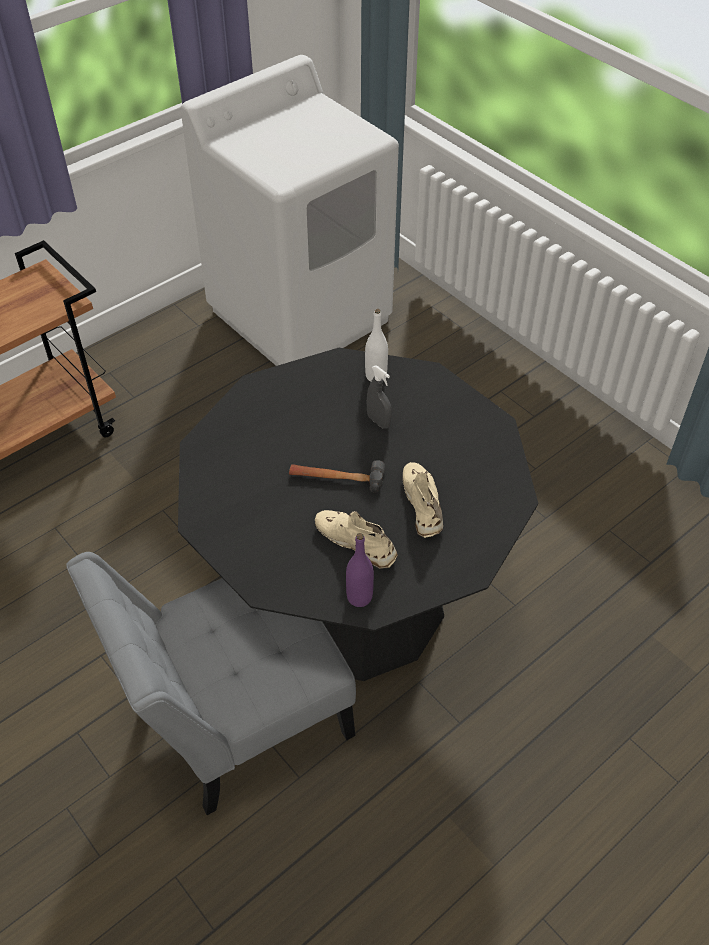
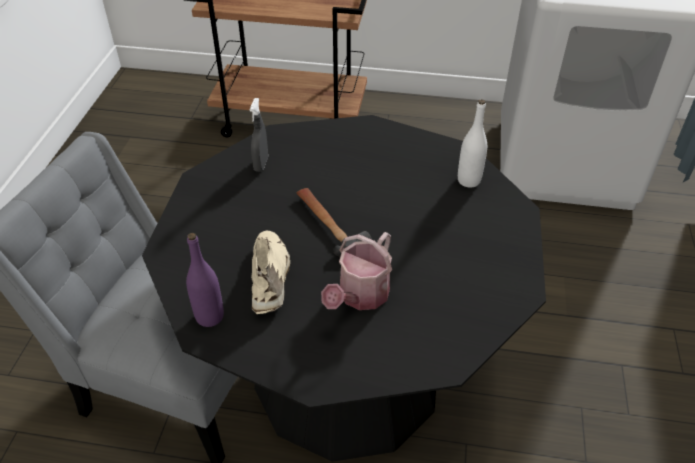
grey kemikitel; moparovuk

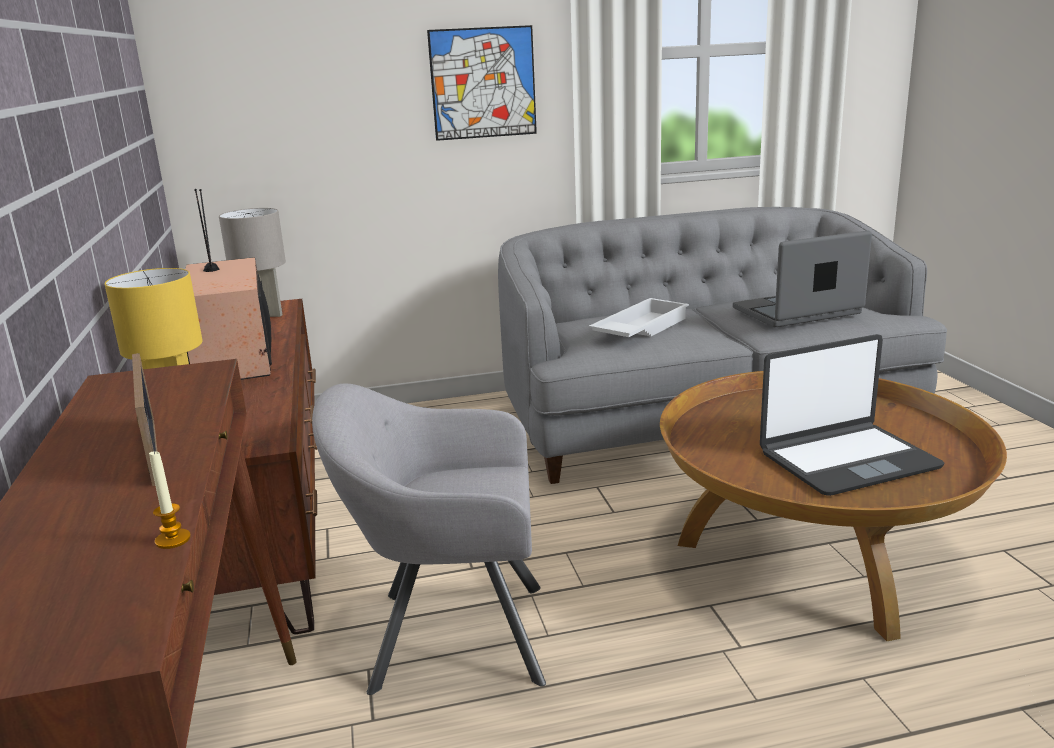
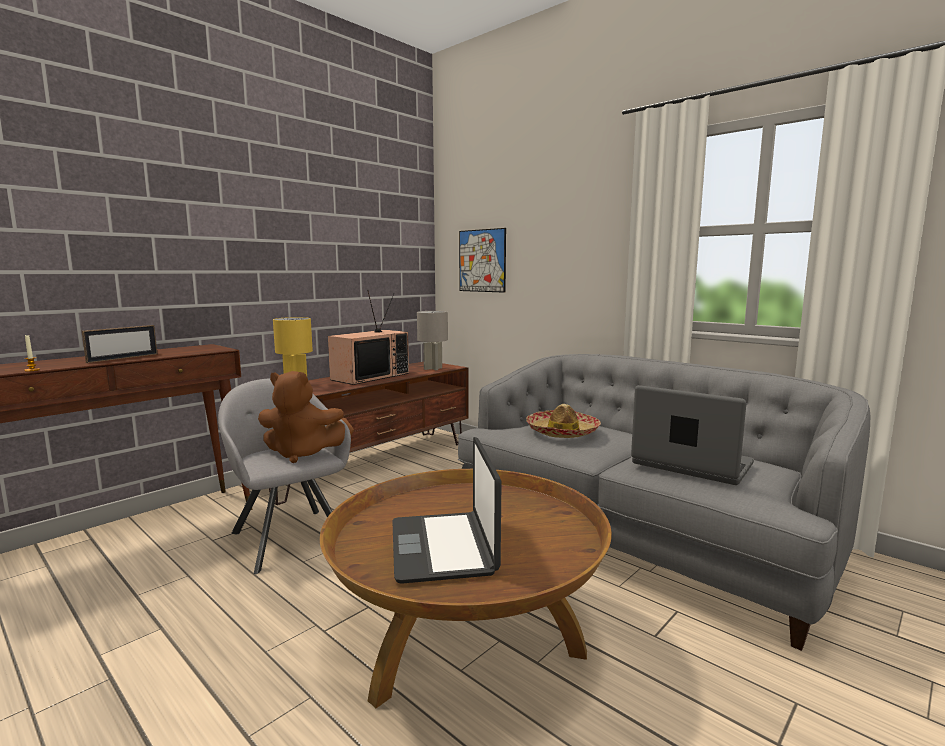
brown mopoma; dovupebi; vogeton; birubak (no. 1 from left)

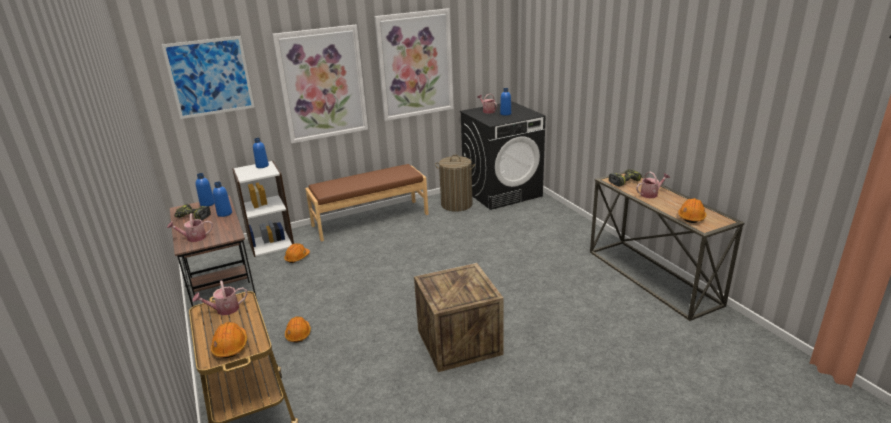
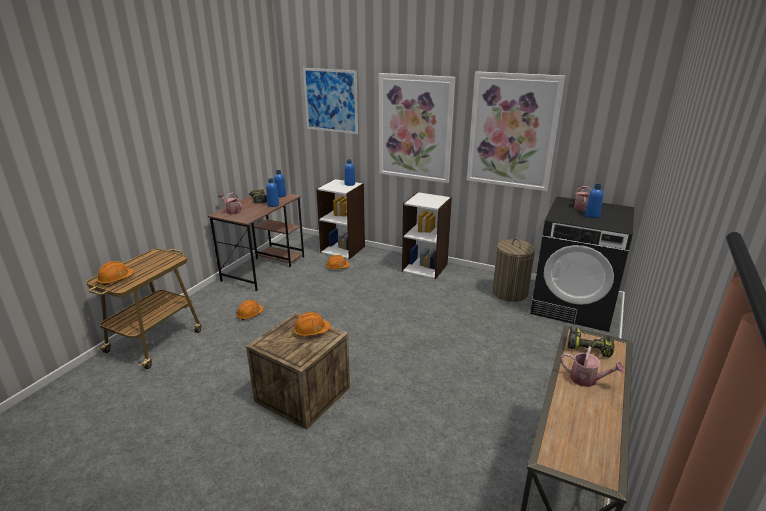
moparovuk (no. 2 from left in the first image); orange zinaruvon (no. 3 from left); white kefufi (no. 2 from left)

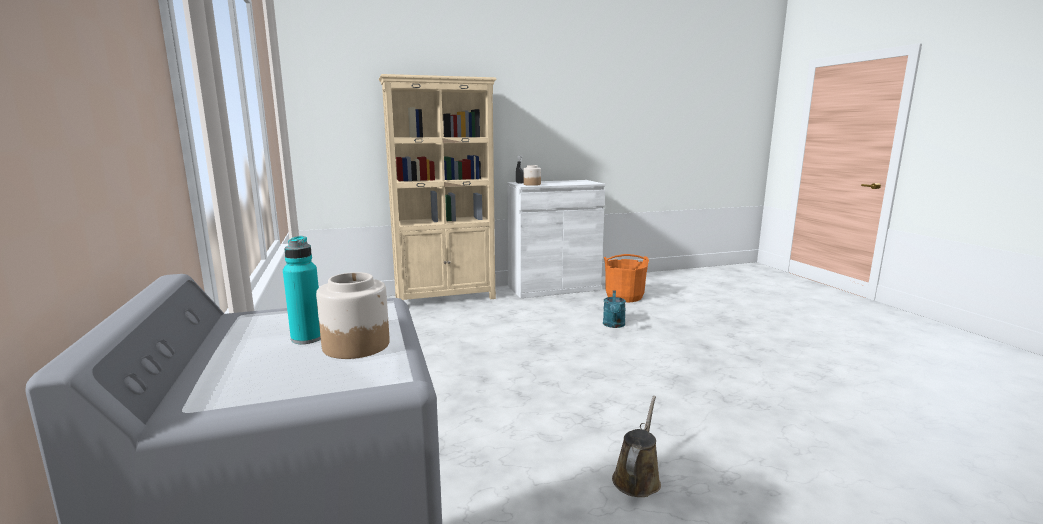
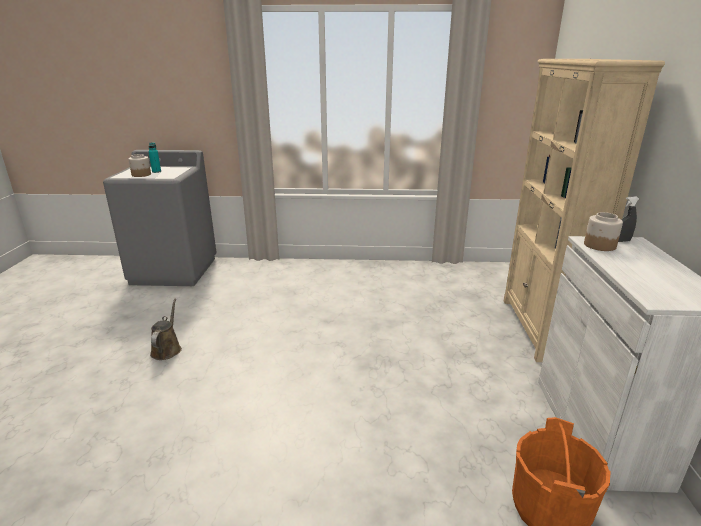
turquoise moparovuk; brown moparovuk

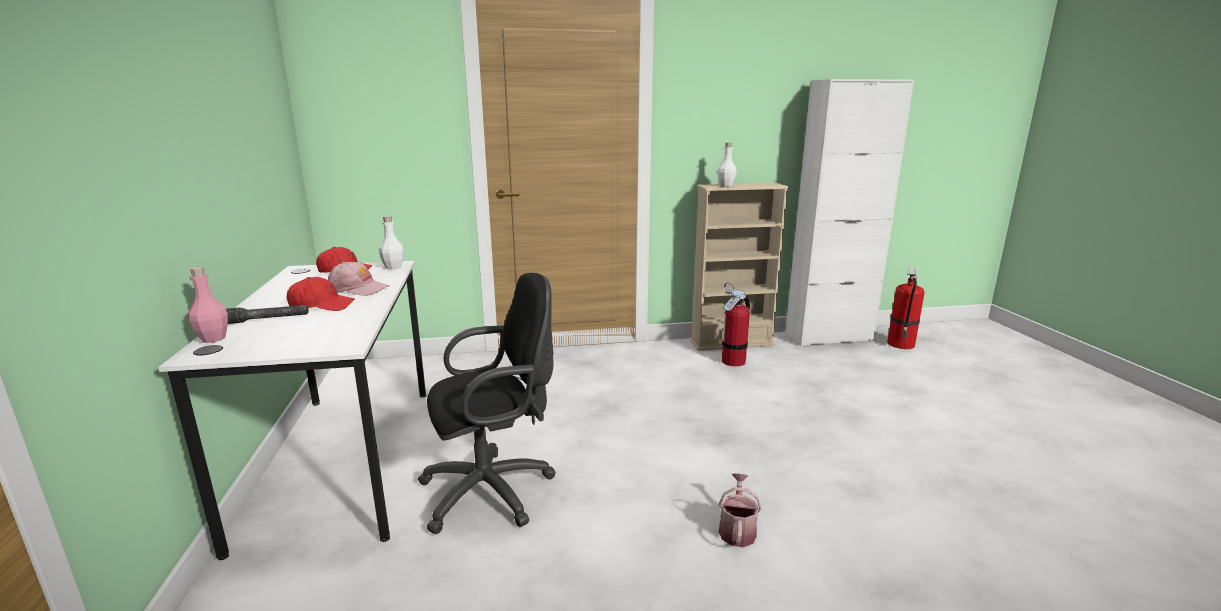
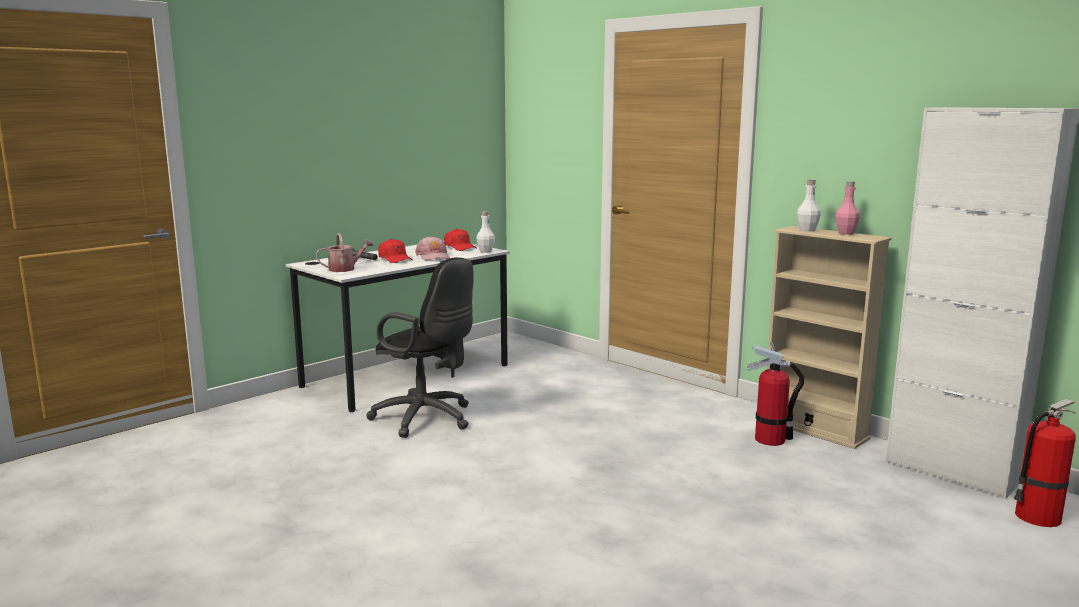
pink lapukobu; moparovuk

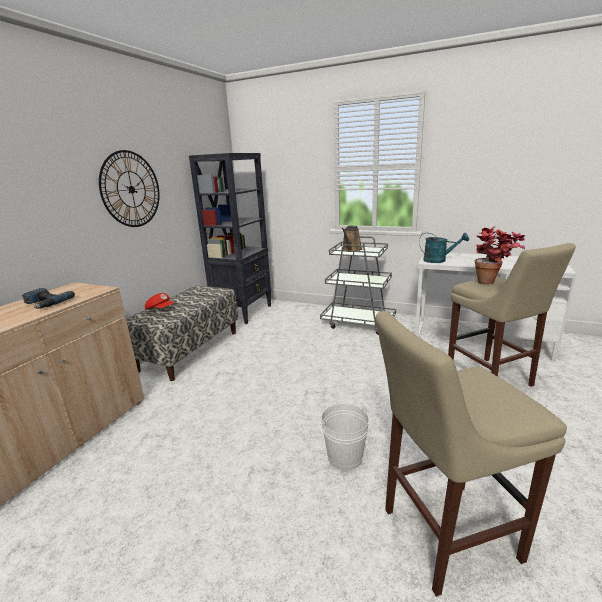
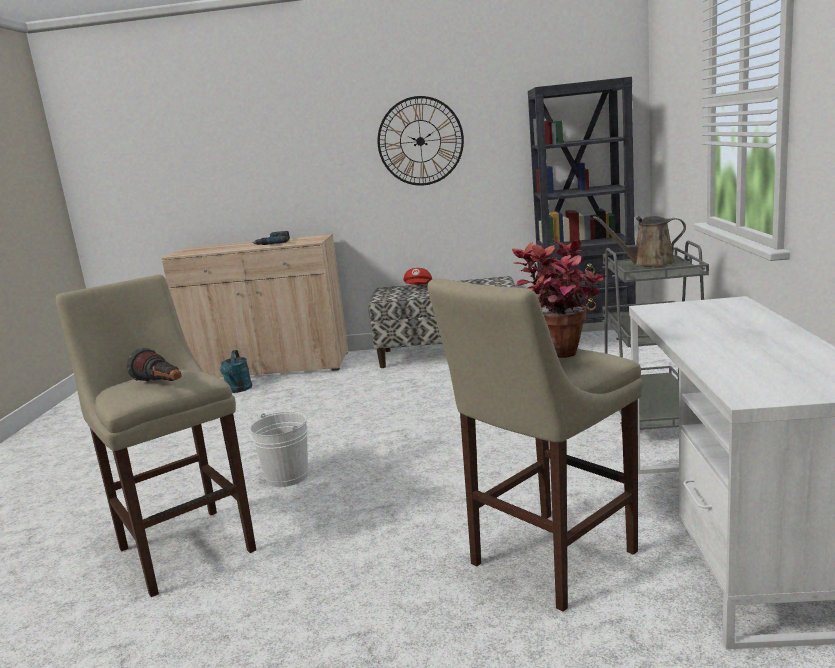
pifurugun; turquoise moparovuk

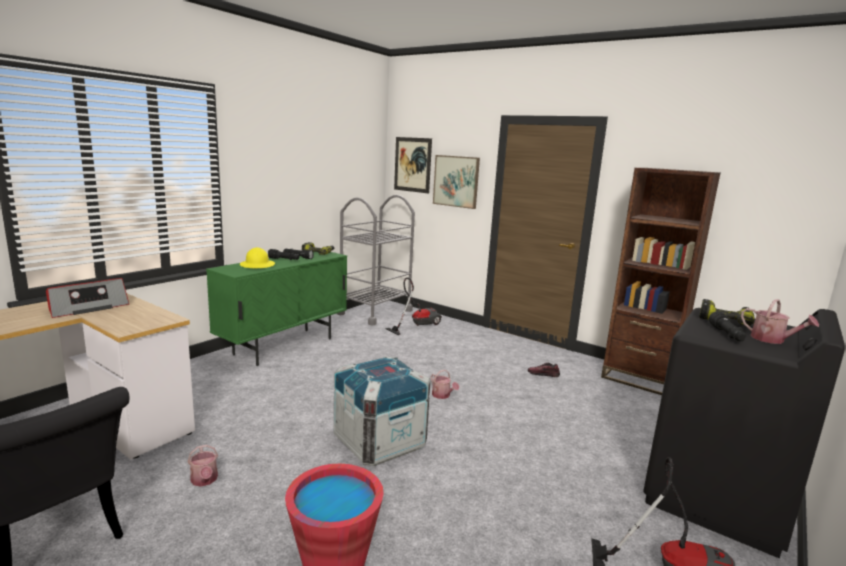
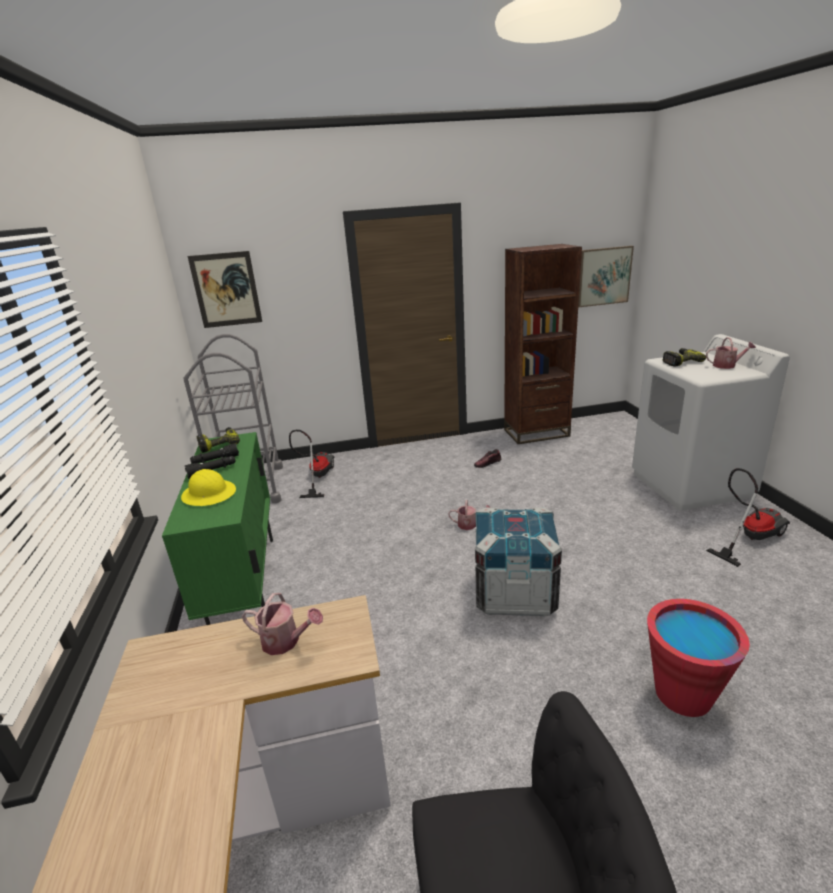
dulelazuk; black pifurugun (no. 3 from left in the first image); moparovuk (no. 1 from left); dovupebi (no. 2 from left); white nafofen

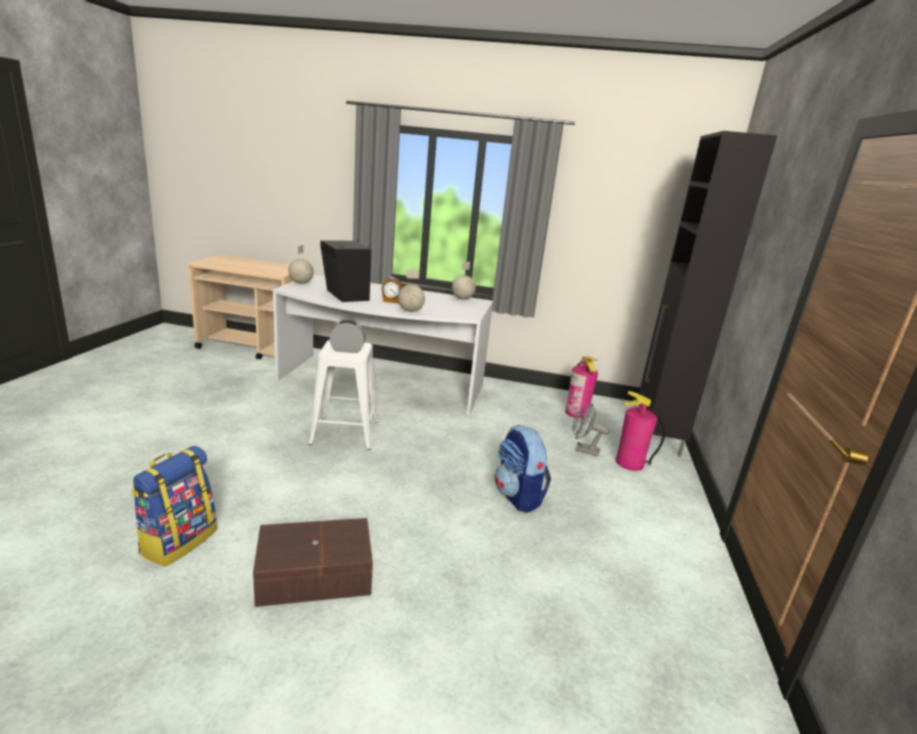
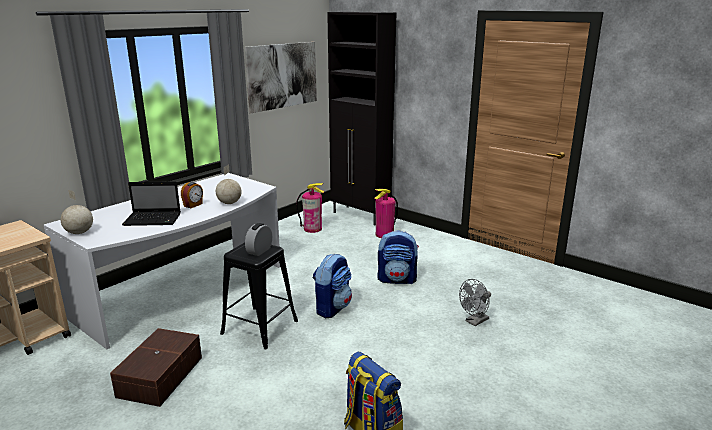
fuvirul (no. 3 from left in the first image); dovupebi; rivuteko (no. 1 from left); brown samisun; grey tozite; birubak; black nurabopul

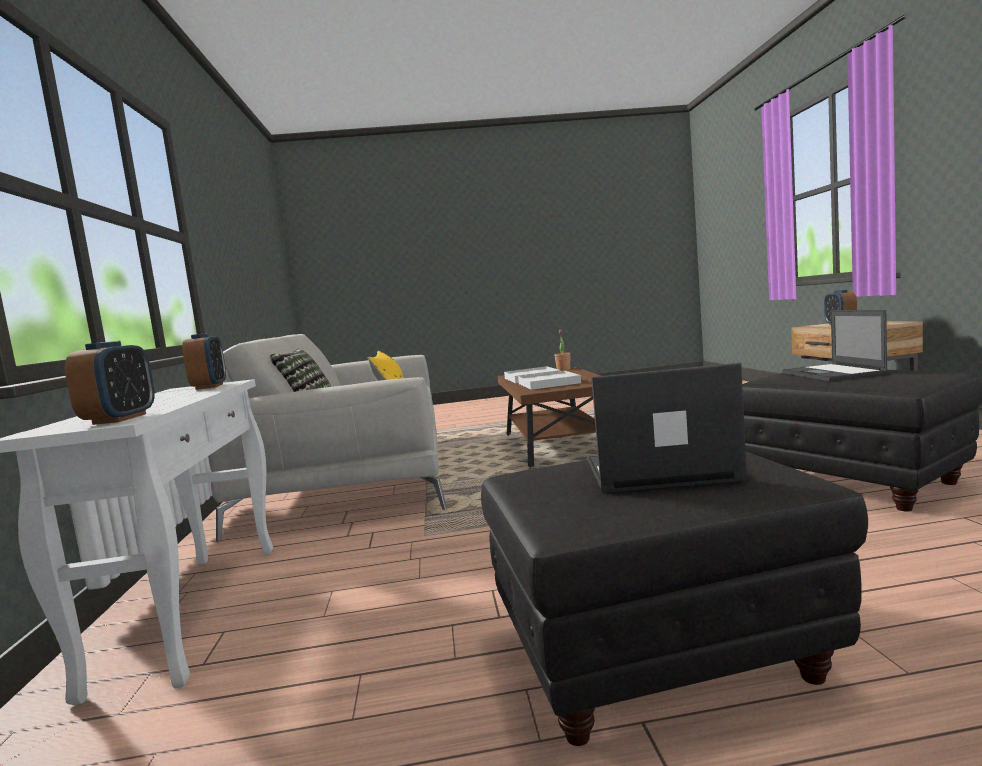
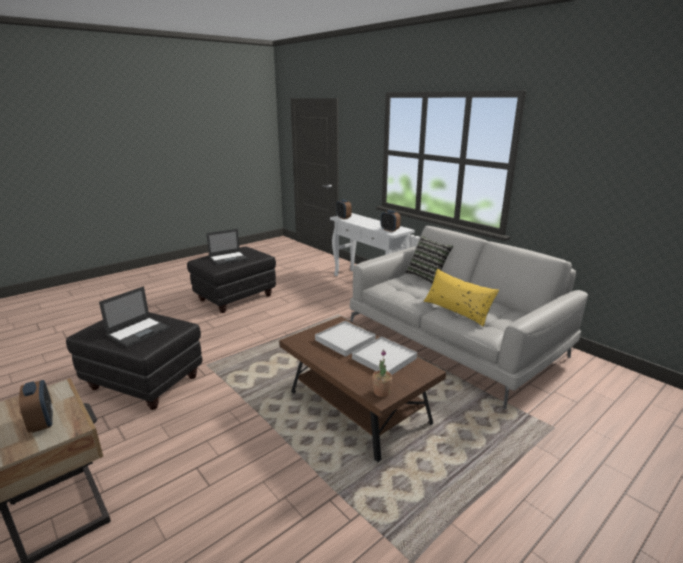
birubak (no. 1 from left)

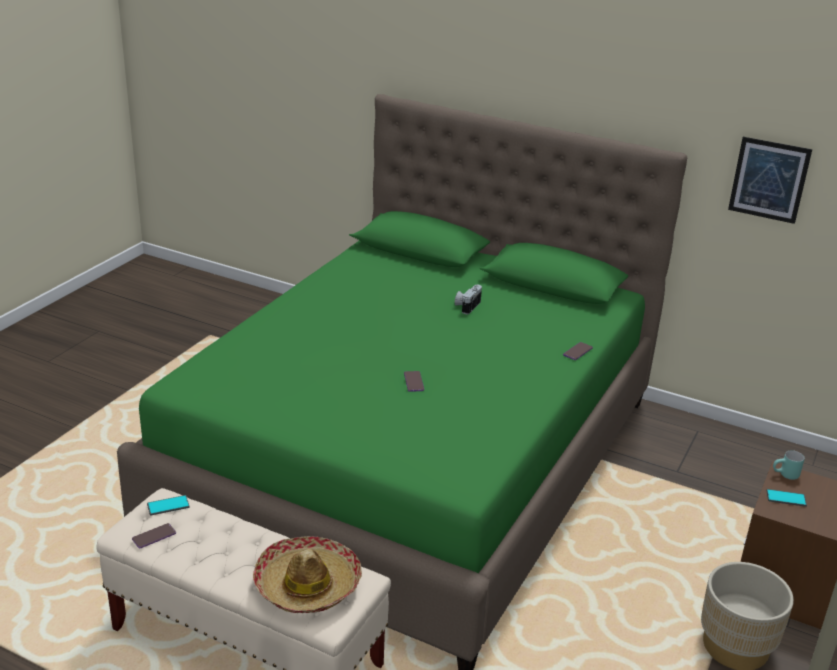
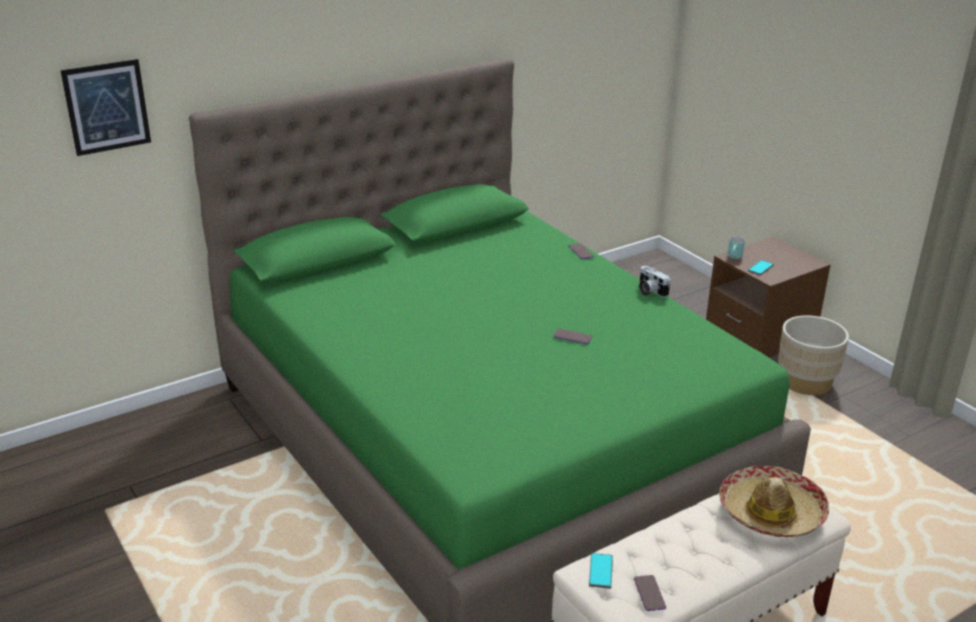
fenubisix; dovupebi

